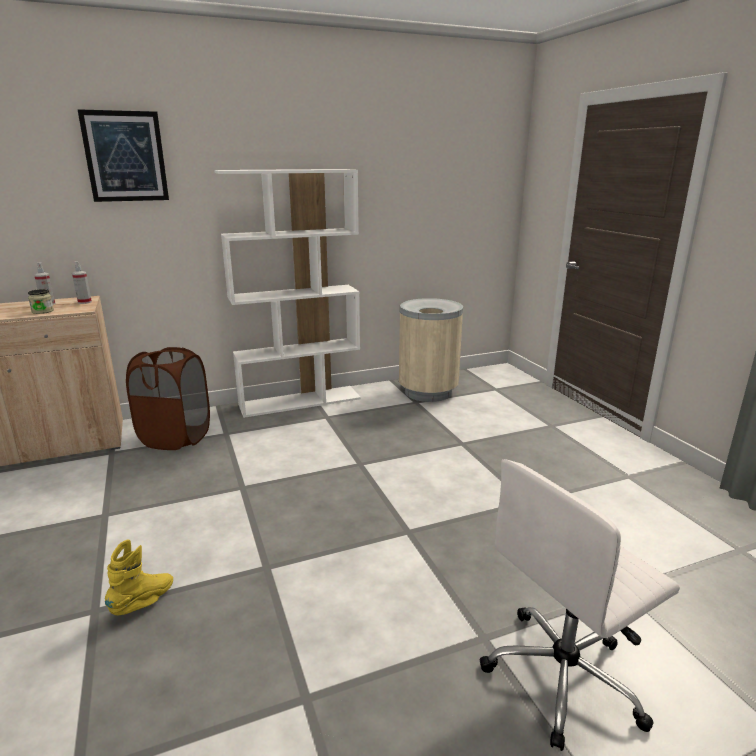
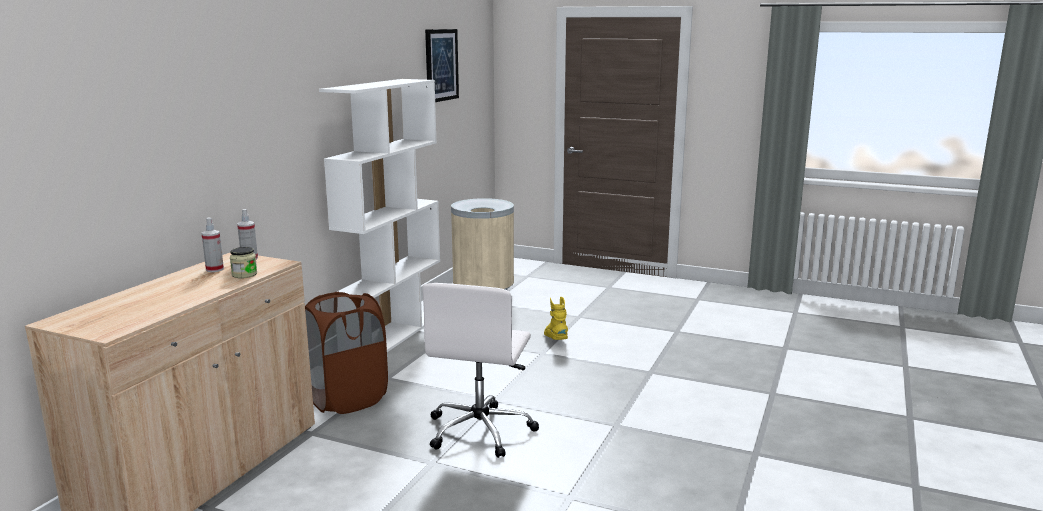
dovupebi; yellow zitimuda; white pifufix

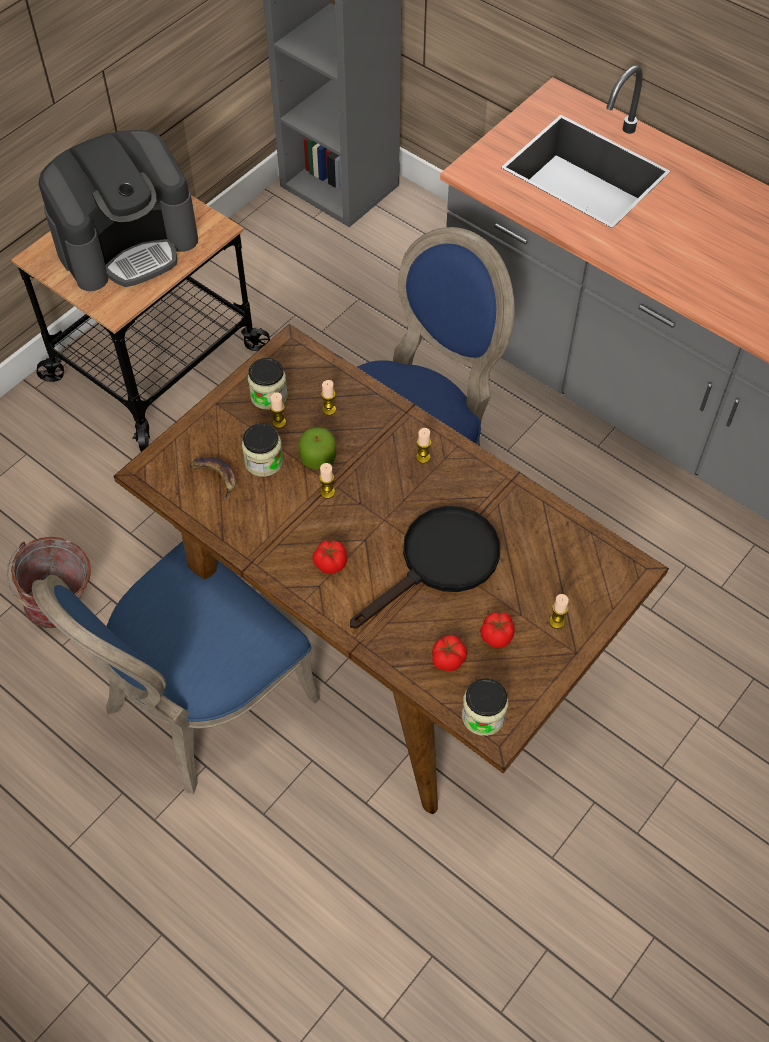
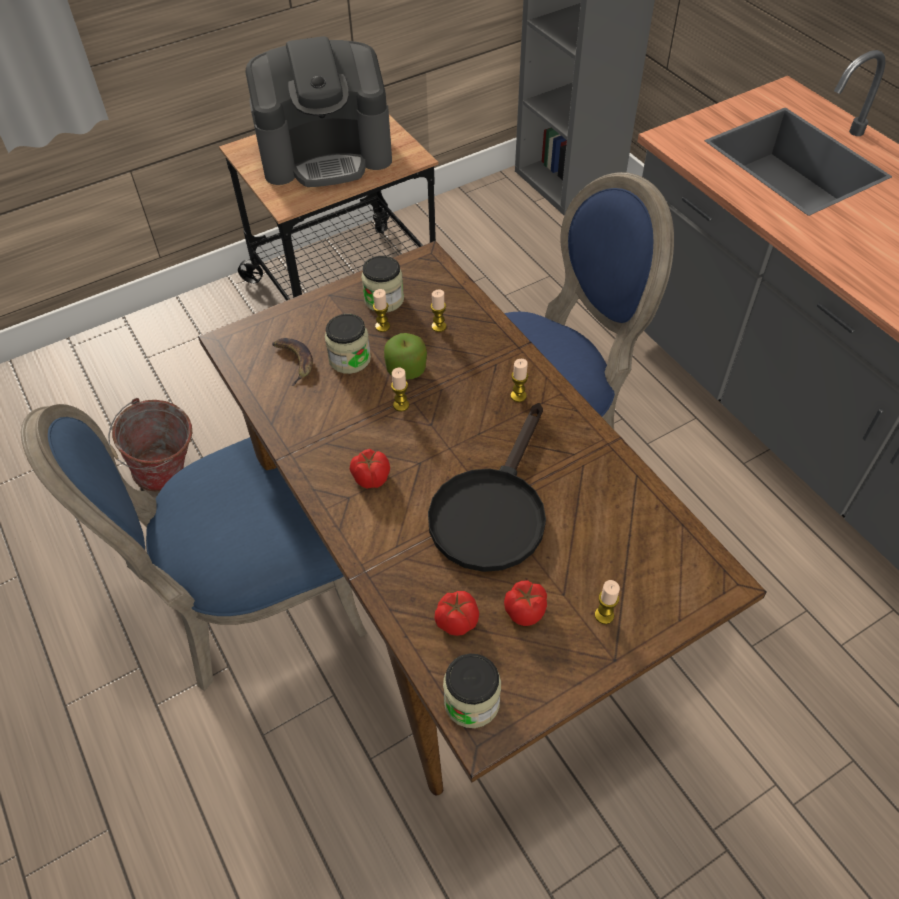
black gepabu

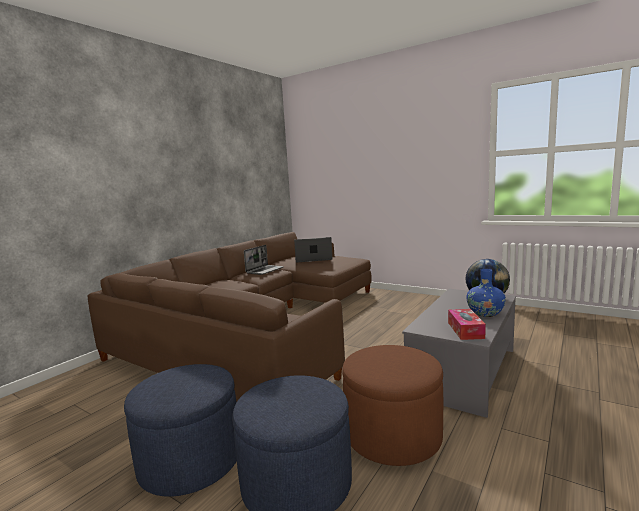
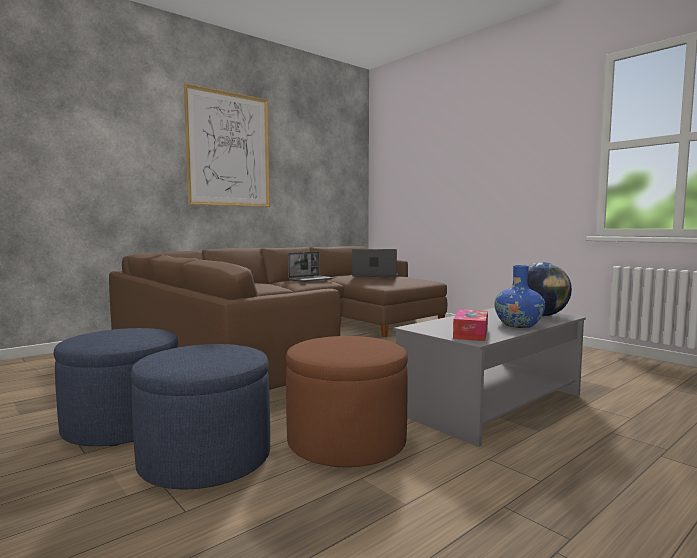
dovupebi

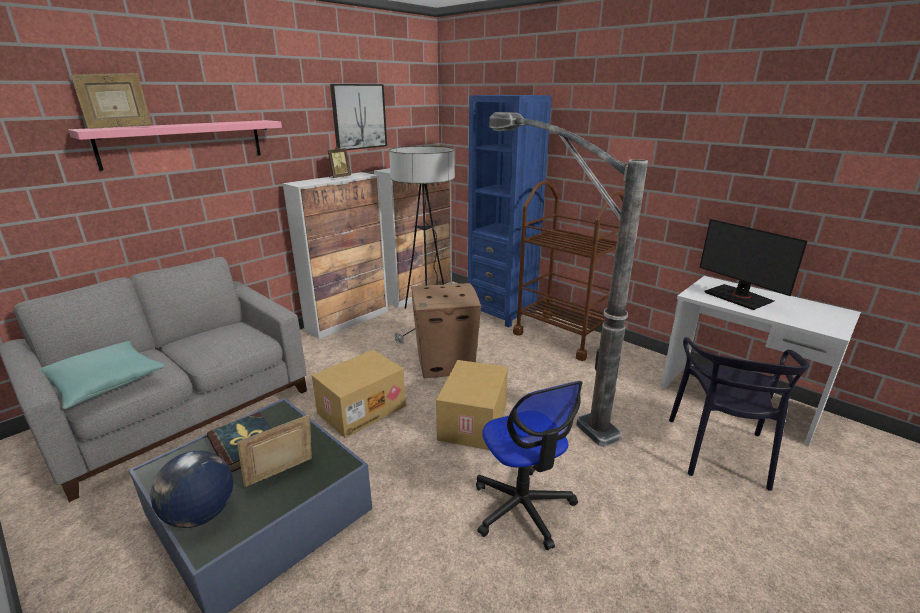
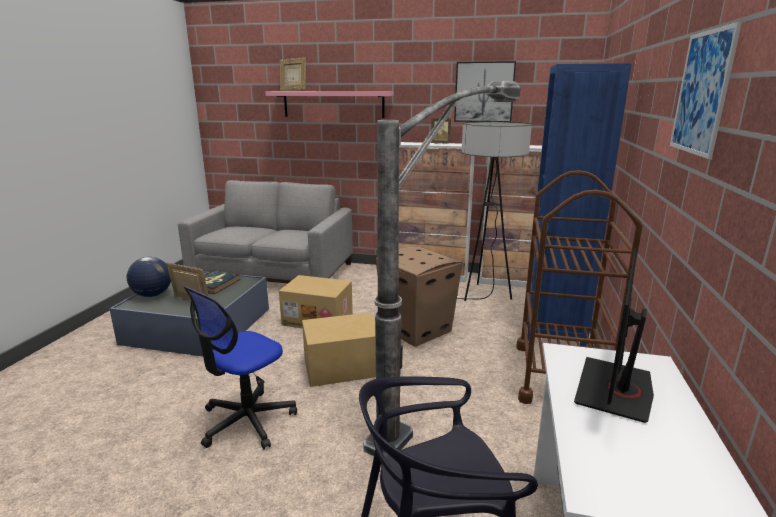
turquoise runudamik; dovupebi (no. 2 from left)

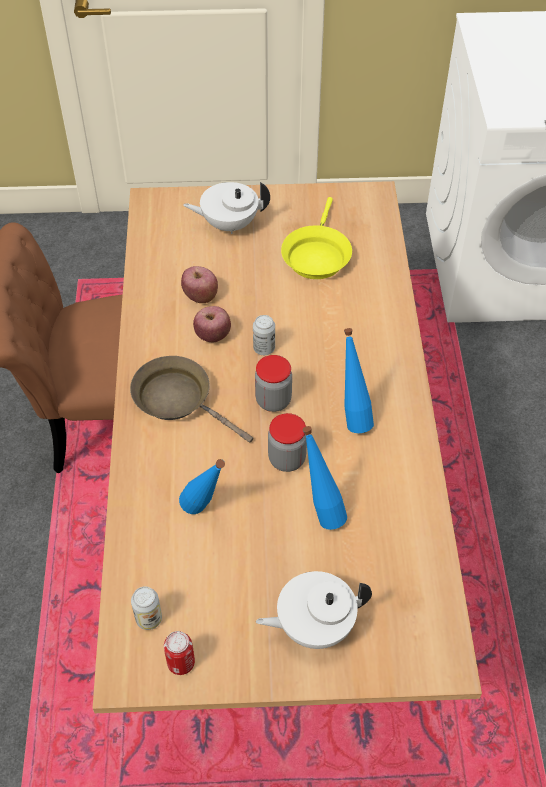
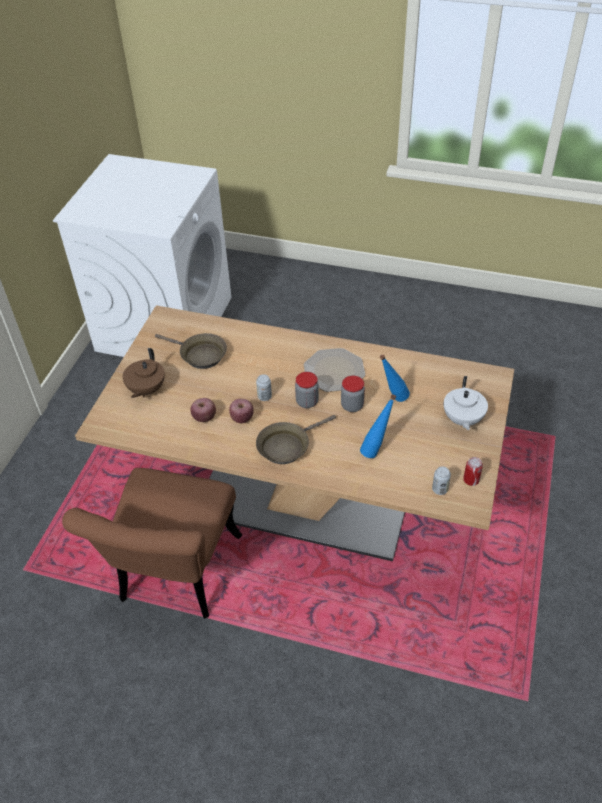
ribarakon; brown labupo; brown gepabu (no. 1 from left)

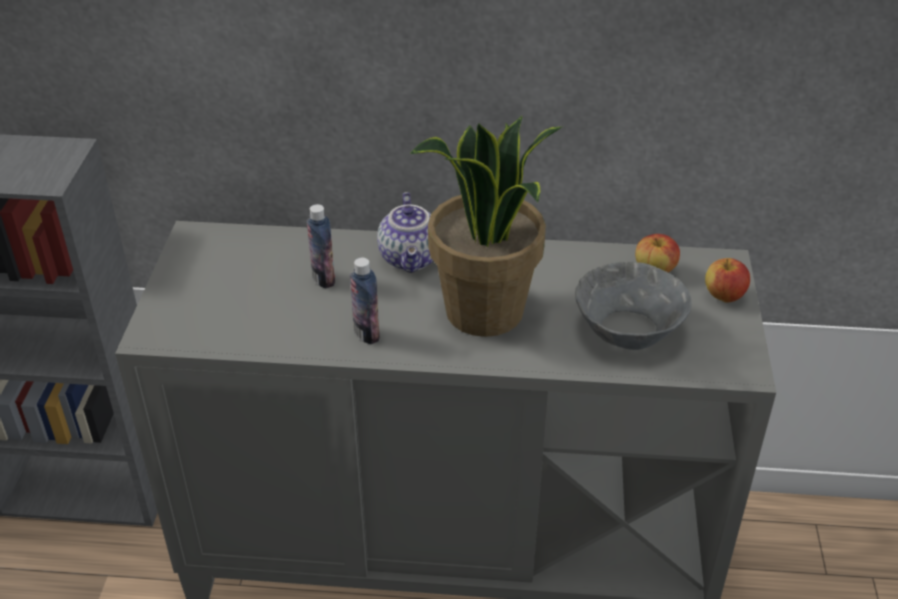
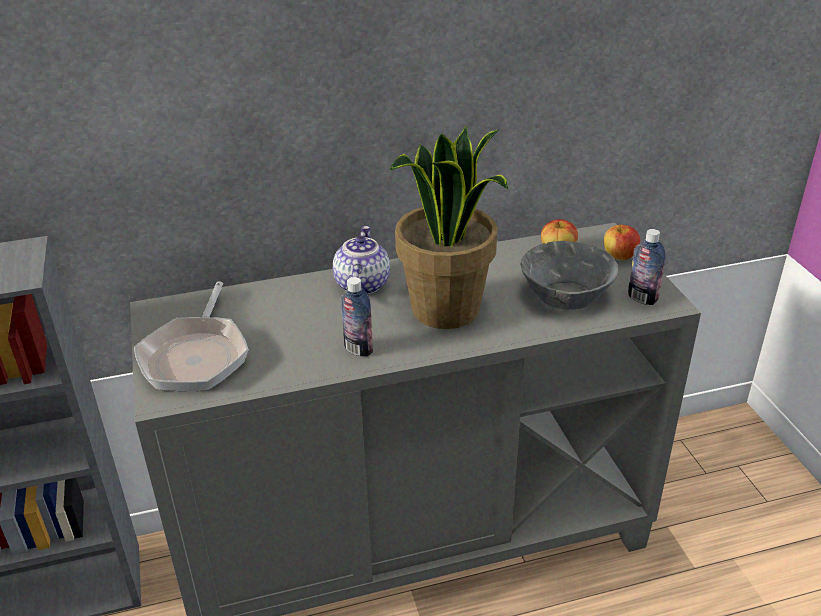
gepabu; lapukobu (no. 2 from left); labupo

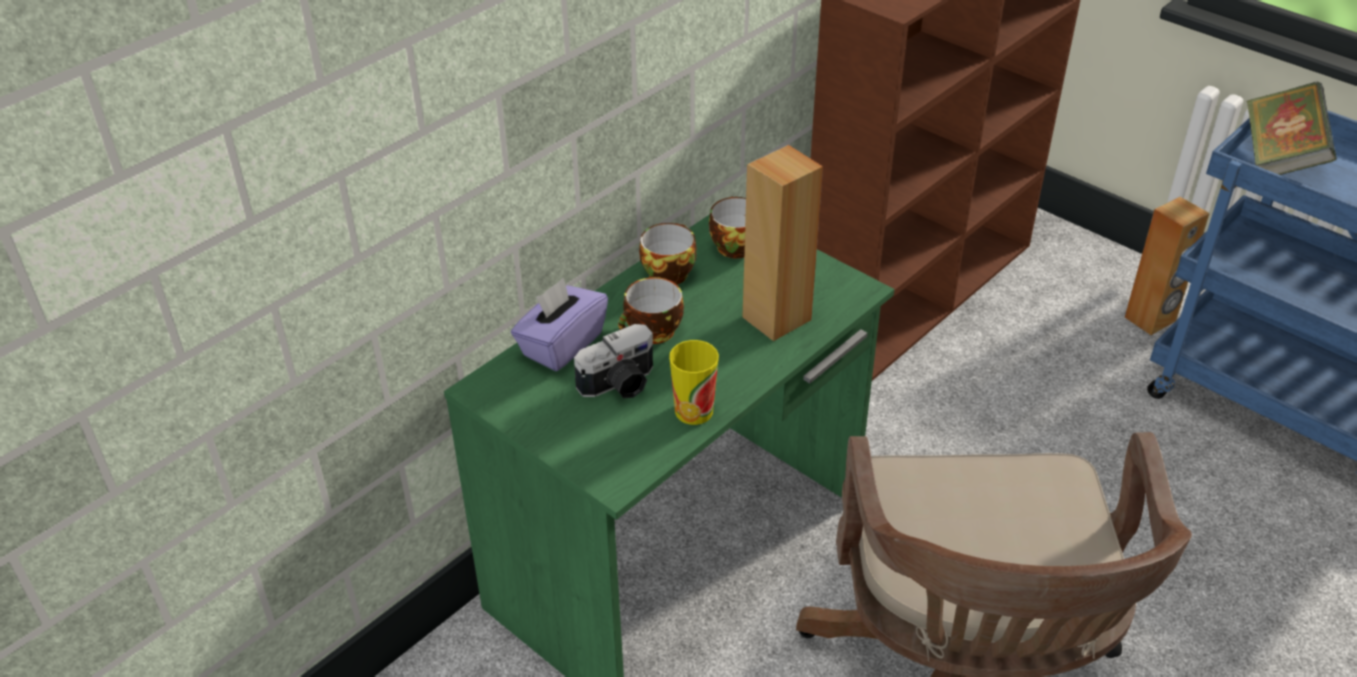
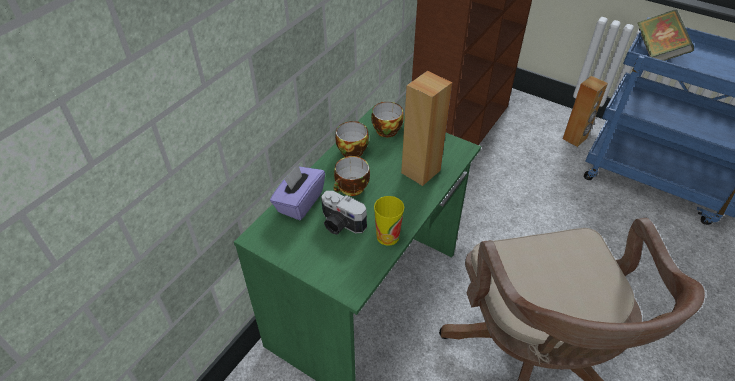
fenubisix

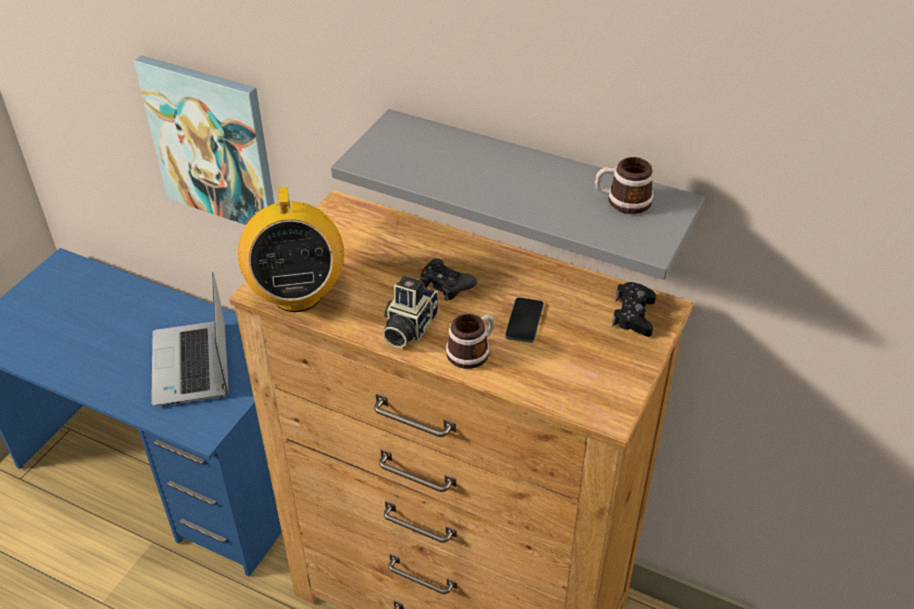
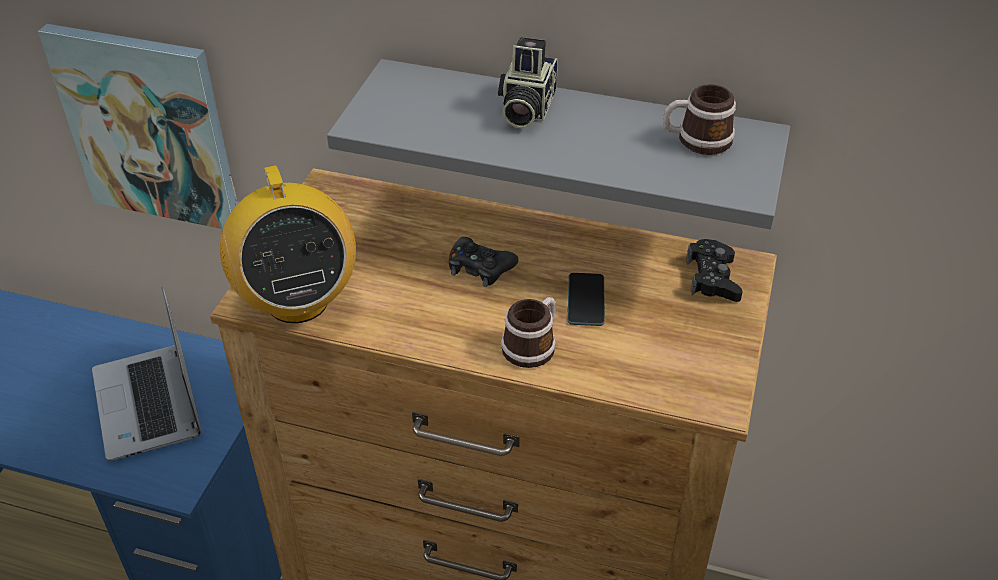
fenubisix

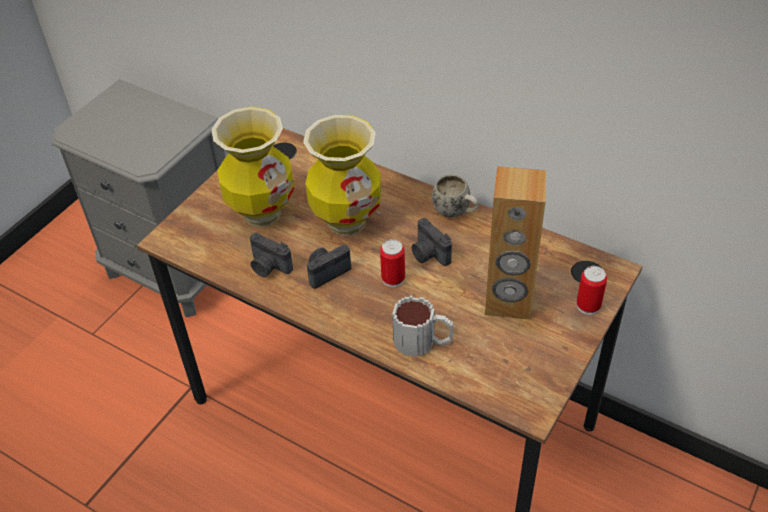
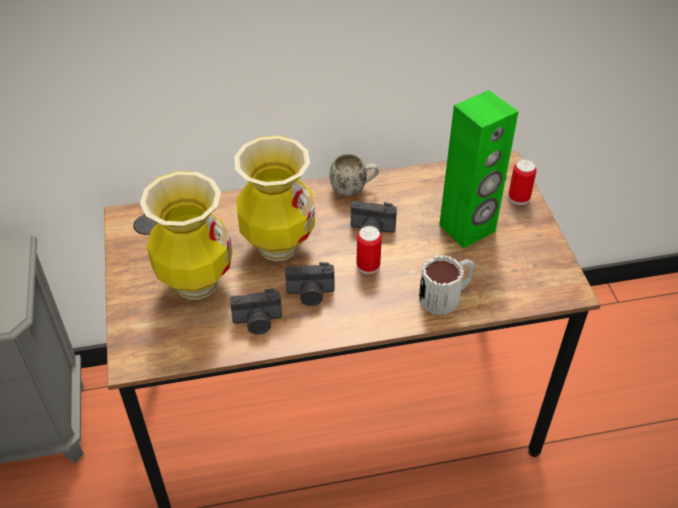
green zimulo; fenubisix (no. 2 from left)

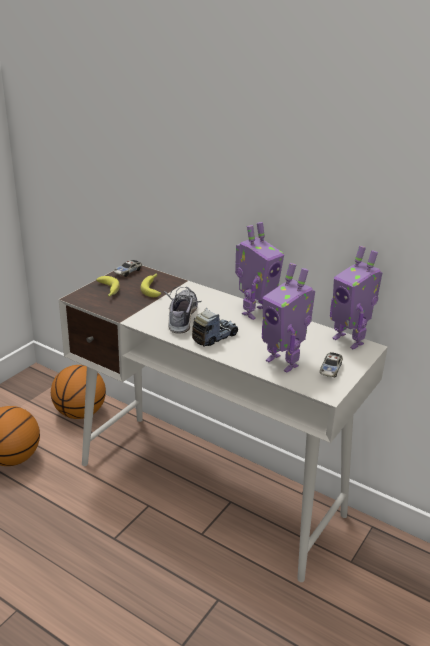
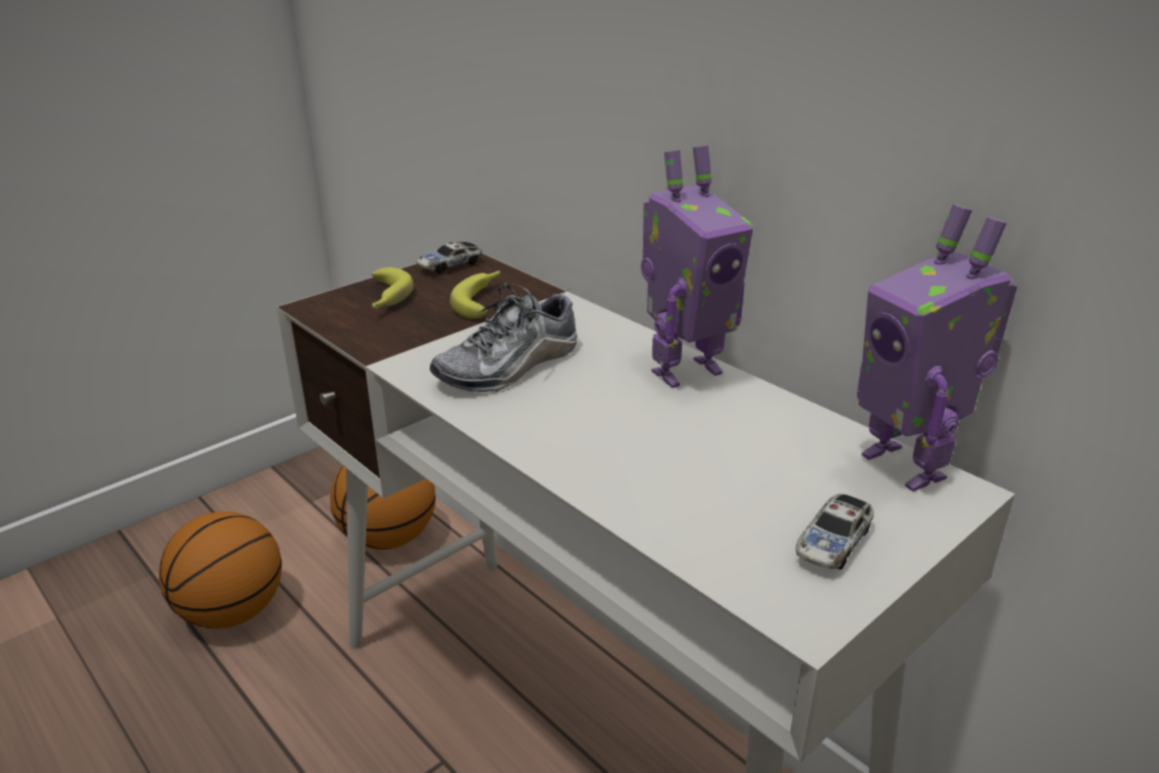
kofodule; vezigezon (no. 2 from left in the first image); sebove

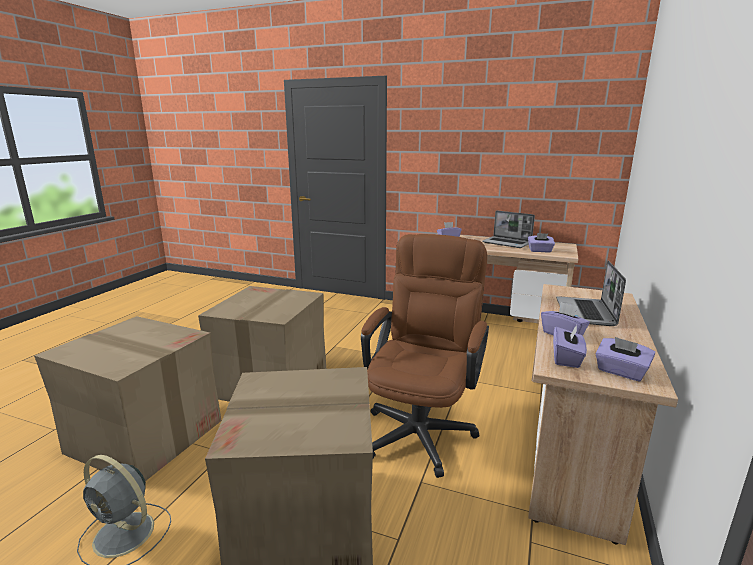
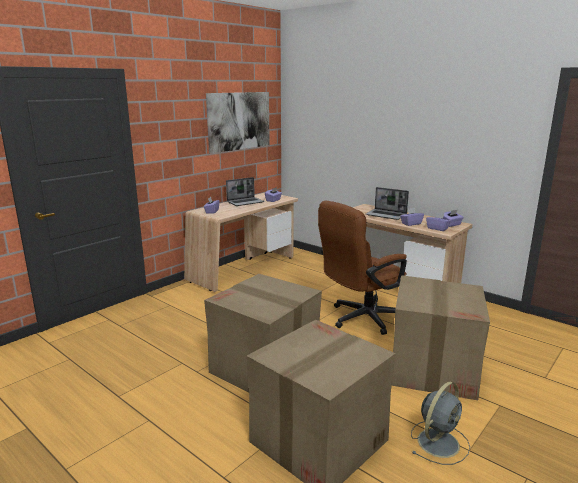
dovupebi; brown pifufix

